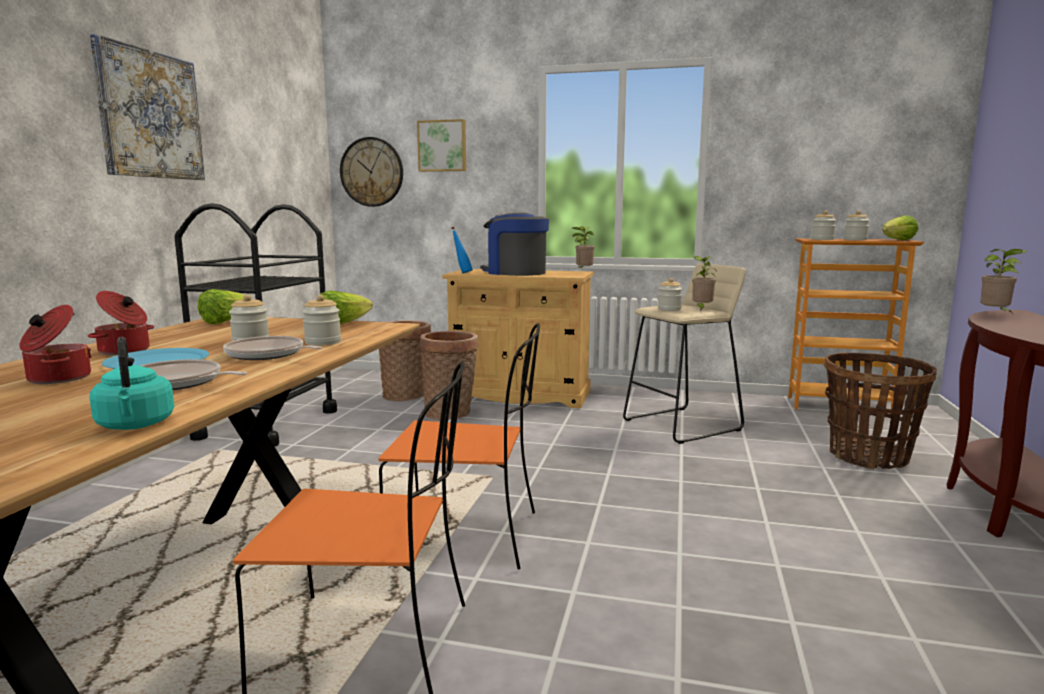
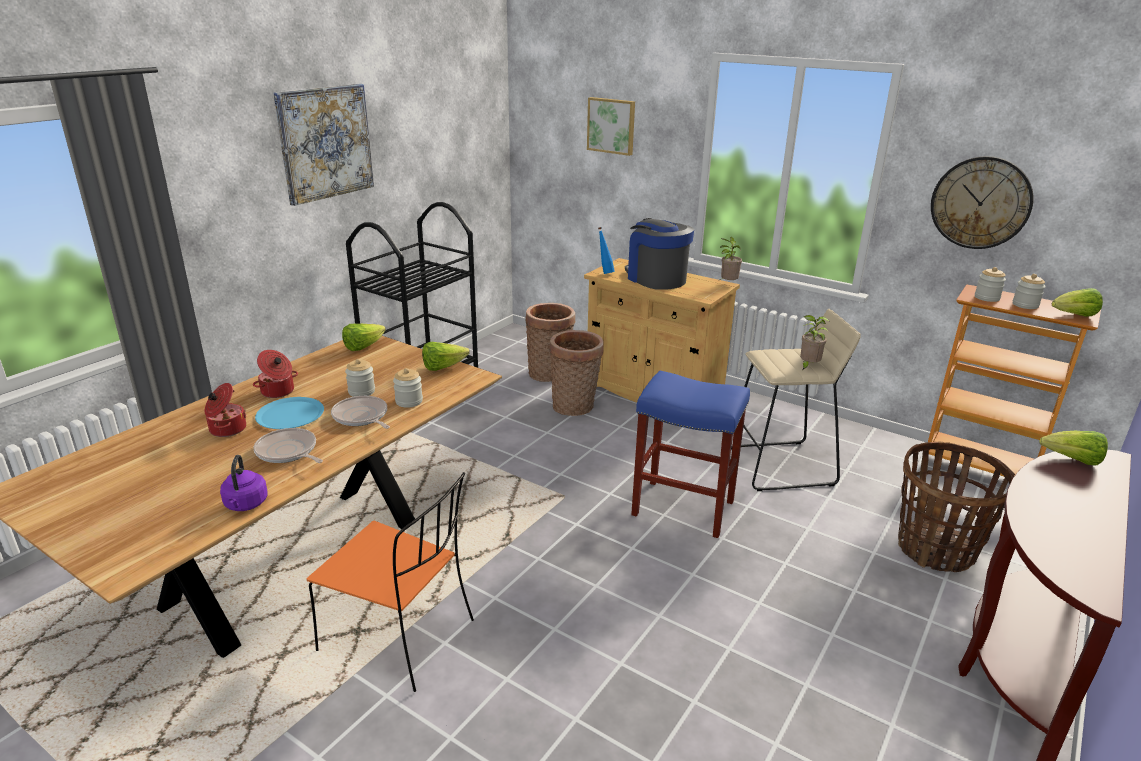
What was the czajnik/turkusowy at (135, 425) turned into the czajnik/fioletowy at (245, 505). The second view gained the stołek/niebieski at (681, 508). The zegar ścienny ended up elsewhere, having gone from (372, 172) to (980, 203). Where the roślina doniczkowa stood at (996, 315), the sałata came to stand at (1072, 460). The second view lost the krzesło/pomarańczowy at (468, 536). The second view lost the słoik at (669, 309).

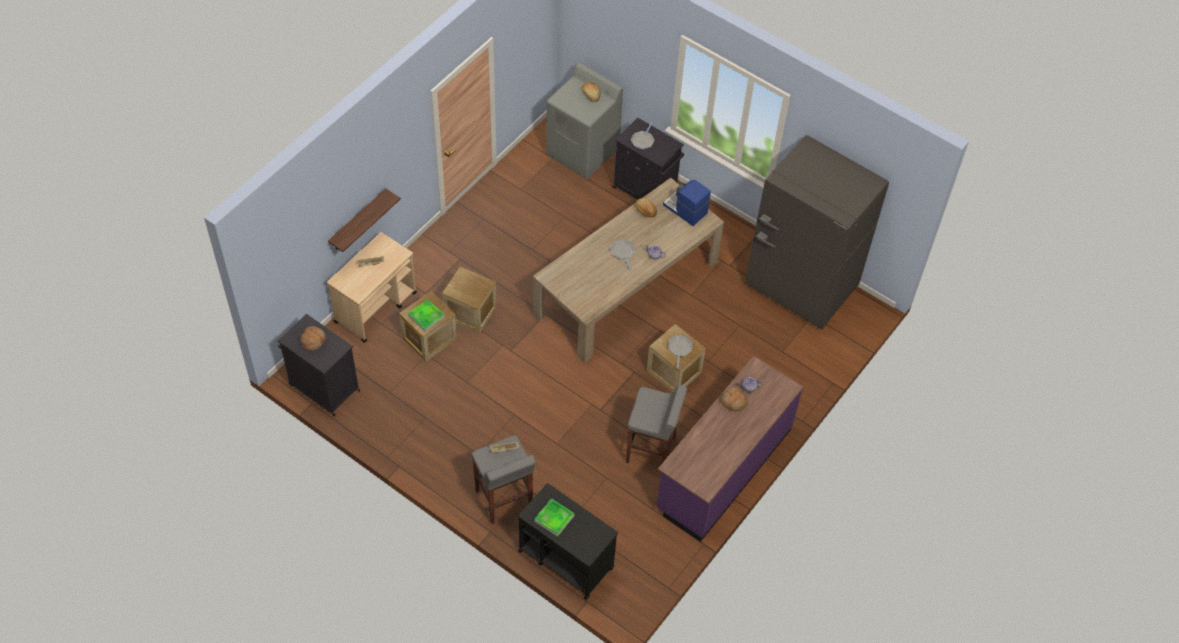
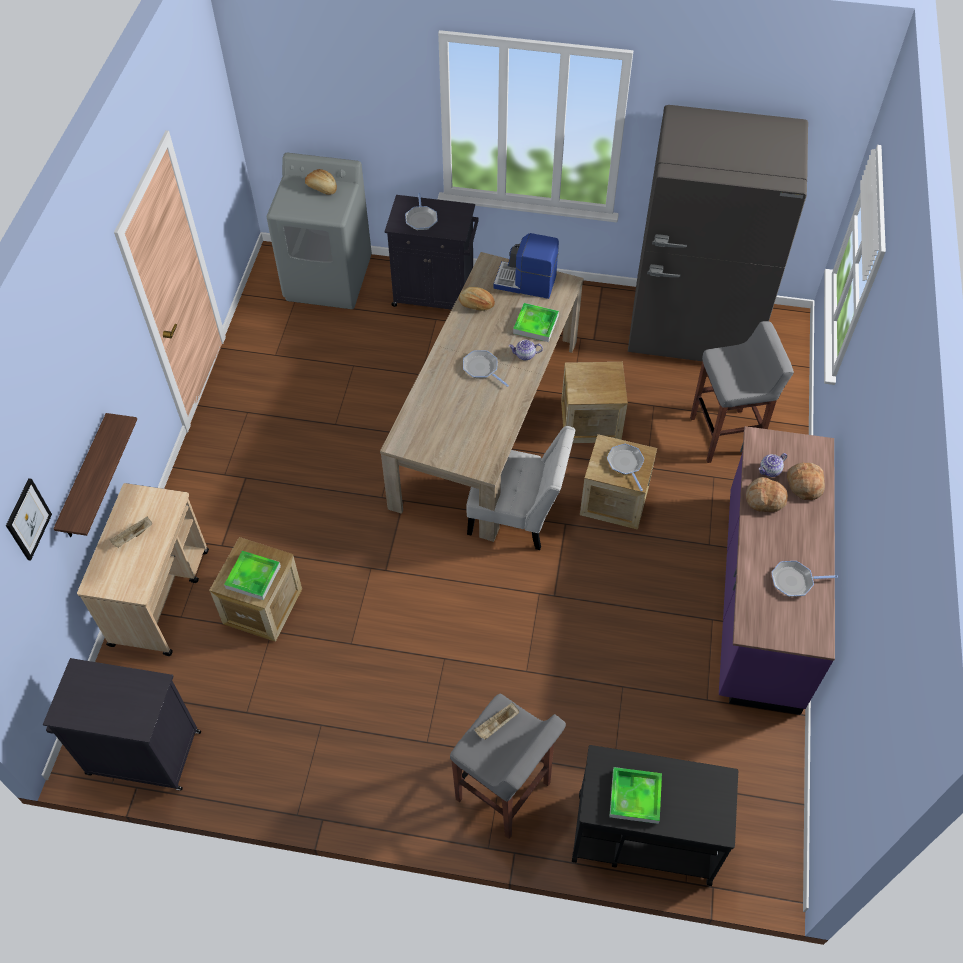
The second view gained the obraz at (28, 519). The second view gained the krzesło/biały at (517, 515). The second view gained the taca at (536, 324). The skrzynka ended up elsewhere, having gone from (470, 313) to (590, 422). The stołek/szary ended up elsewhere, having gone from (651, 450) to (725, 436). The second view gained the patelnia at (794, 581). The chleb ended up elsewhere, having gone from (313, 340) to (804, 484).

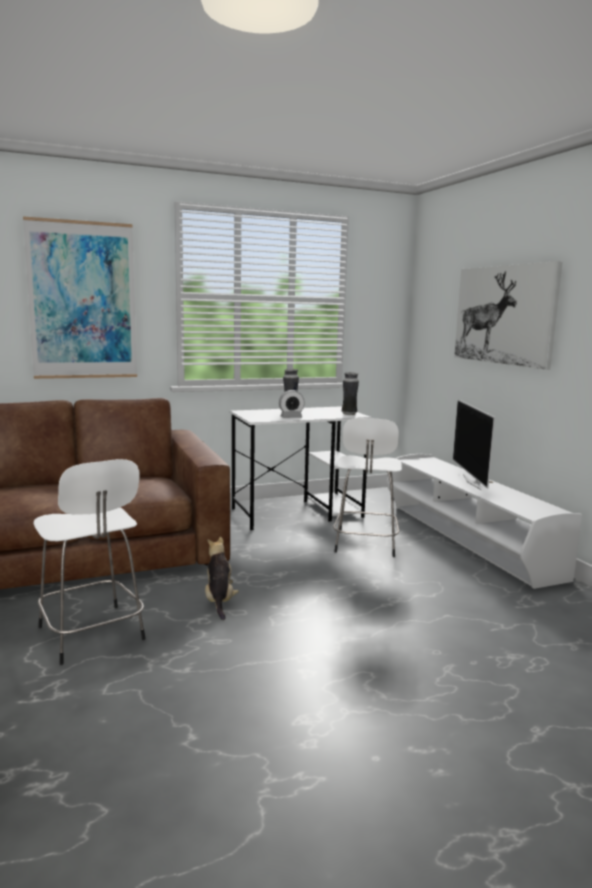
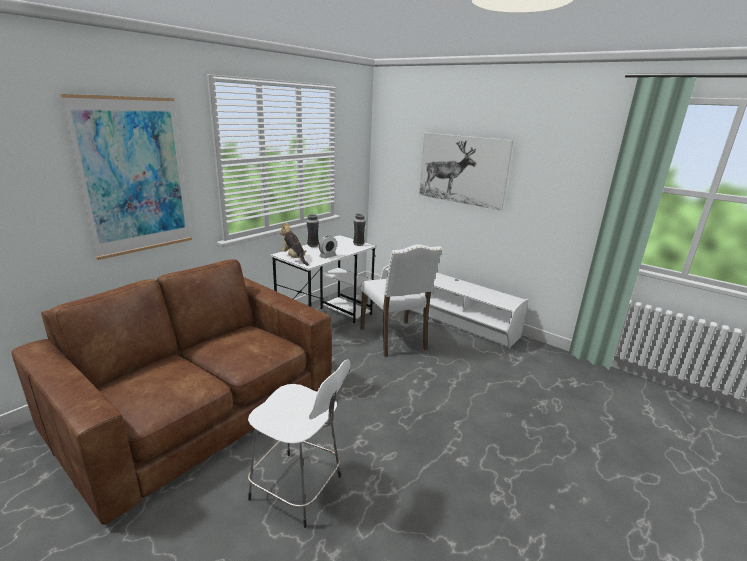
The pluszak ended up elsewhere, having gone from (219, 600) to (294, 258). Where the stołek/biały stood at (365, 545), the krzesło/biały came to stand at (395, 339). The second view lost the telewizor at (472, 482).

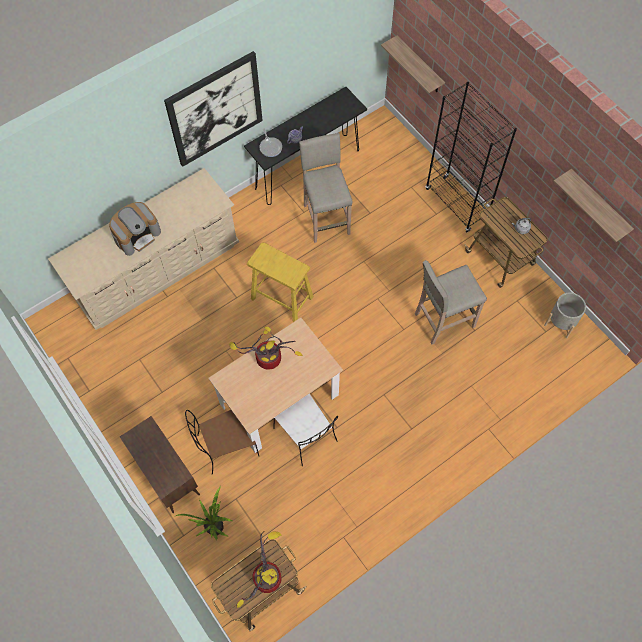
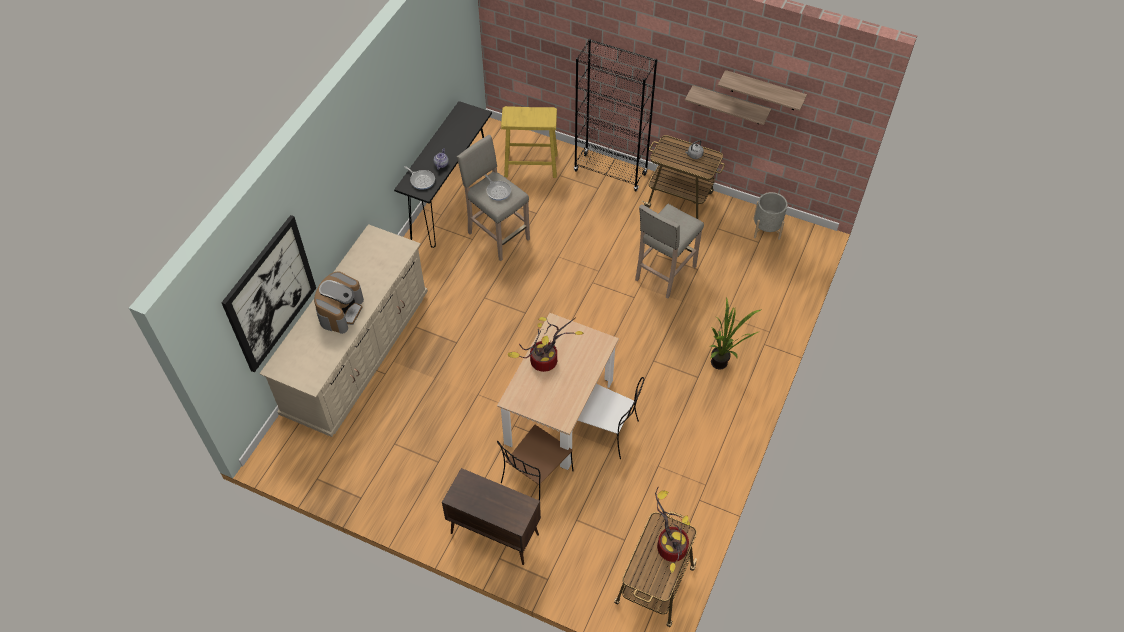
The obraz ended up elsewhere, having gone from (215, 109) to (270, 294). The second view gained the patelnia at (498, 191). The stołek/żółty ended up elsewhere, having gone from (282, 298) to (531, 165). The półka ended up elsewhere, having gone from (419, 66) to (730, 105). The roślina doniczkowa ended up elsewhere, having gone from (217, 531) to (723, 364).

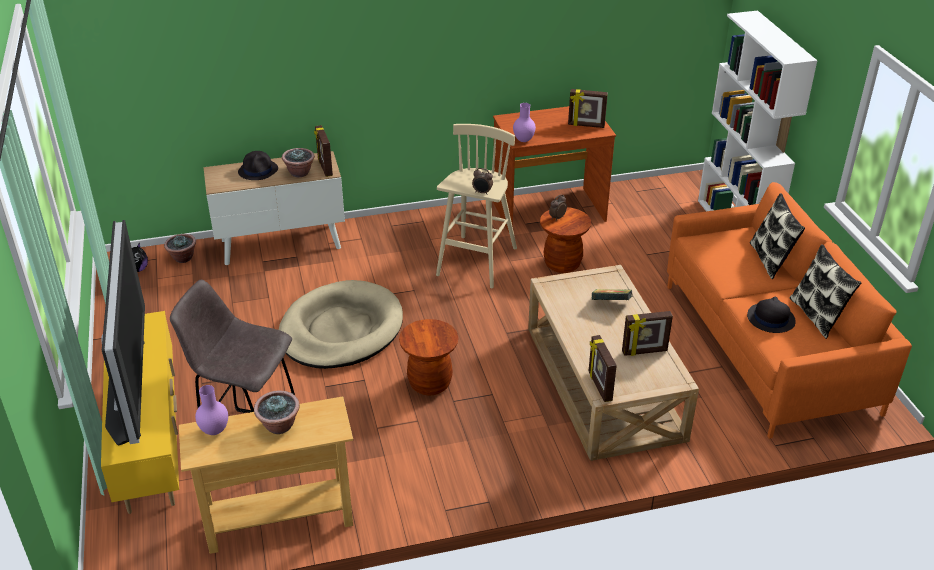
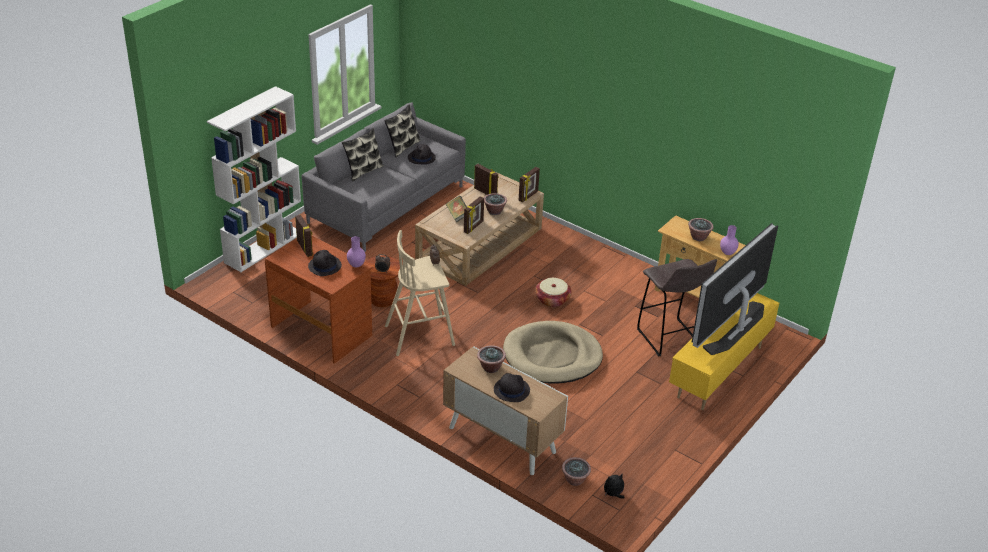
What was the kanapa/pomarańczowy at (767, 347) turned into the kanapa/szary at (386, 204). The second view gained the kapelusz/czarny at (324, 266). The ramka na zdjęcie ended up elsewhere, having gone from (324, 167) to (474, 227). The second view gained the roślina doniczkowa at (494, 211). Where the stołek/brązowy stood at (430, 383), the koszyk came to stand at (552, 300).

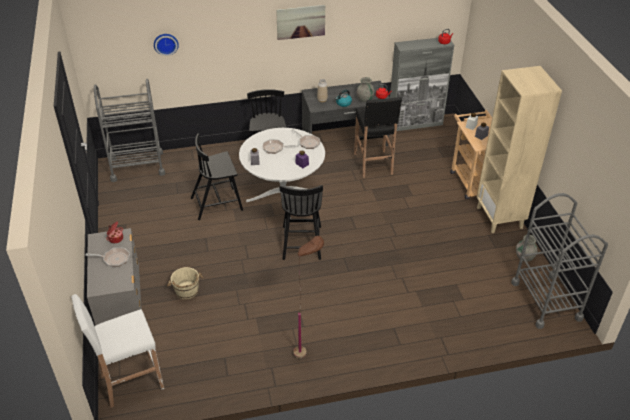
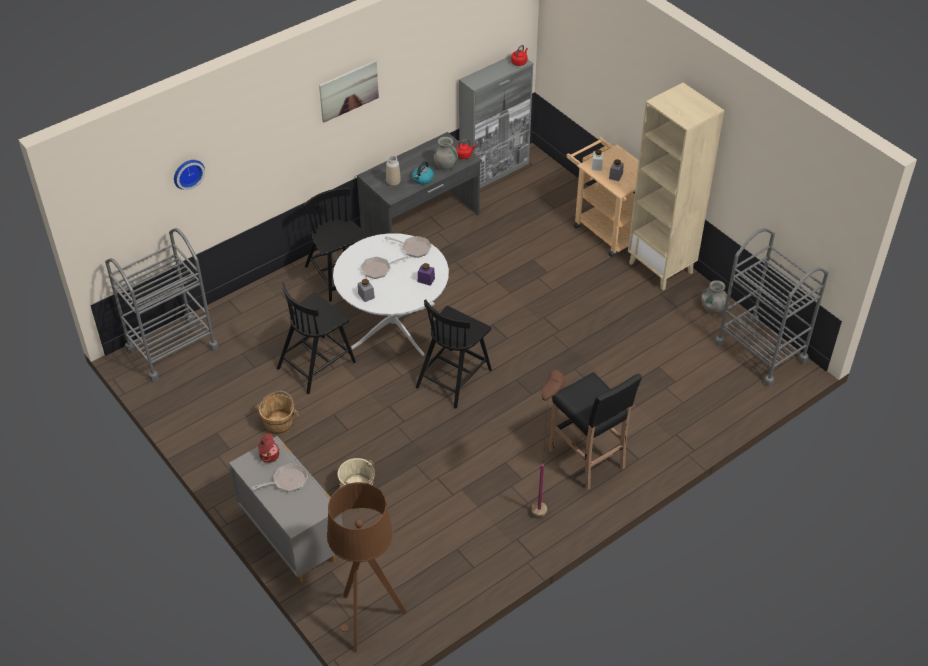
The second view gained the wiadro/brązowy at (279, 423). Where the stołek/biały stood at (130, 382), the lampa stojąca/brązowy came to stand at (368, 619). The krzesło/czarny at (301, 241) ended up facing another way, 60 degrees clockwise from before. The stołek/czarny ended up elsewhere, having gone from (373, 164) to (588, 459).

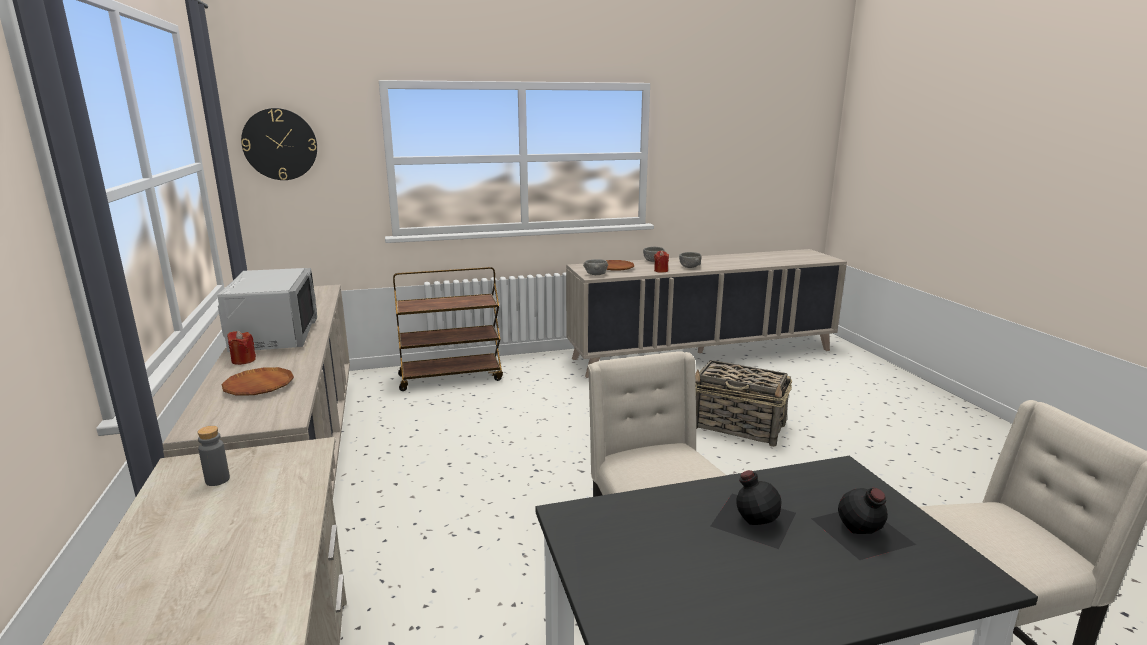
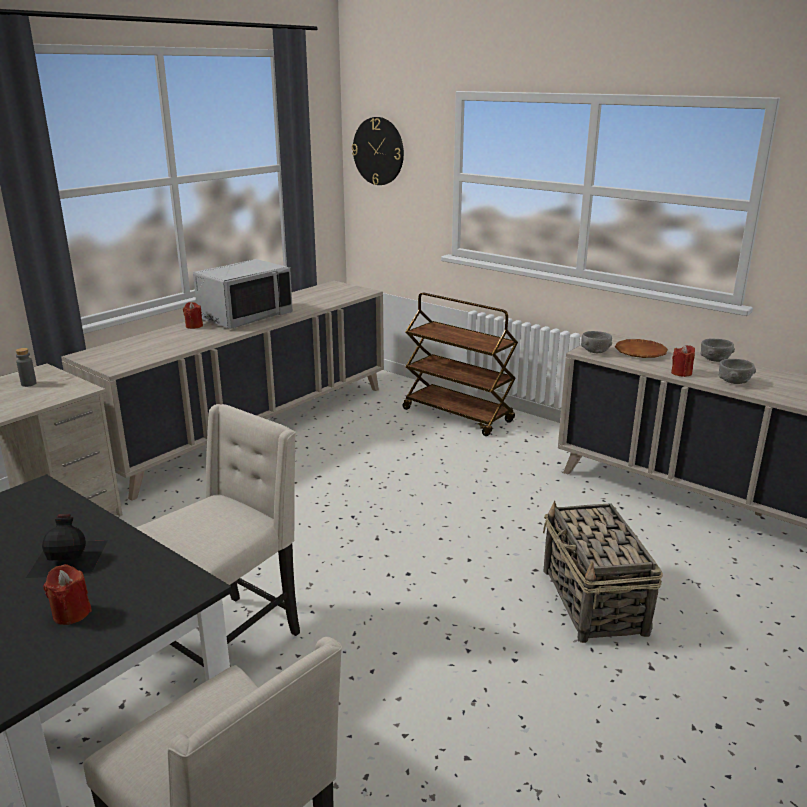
Where the butelka/czarny stood at (861, 532), the świeca/czerwony came to stand at (71, 613). The second view lost the talerz/brązowy at (259, 386).

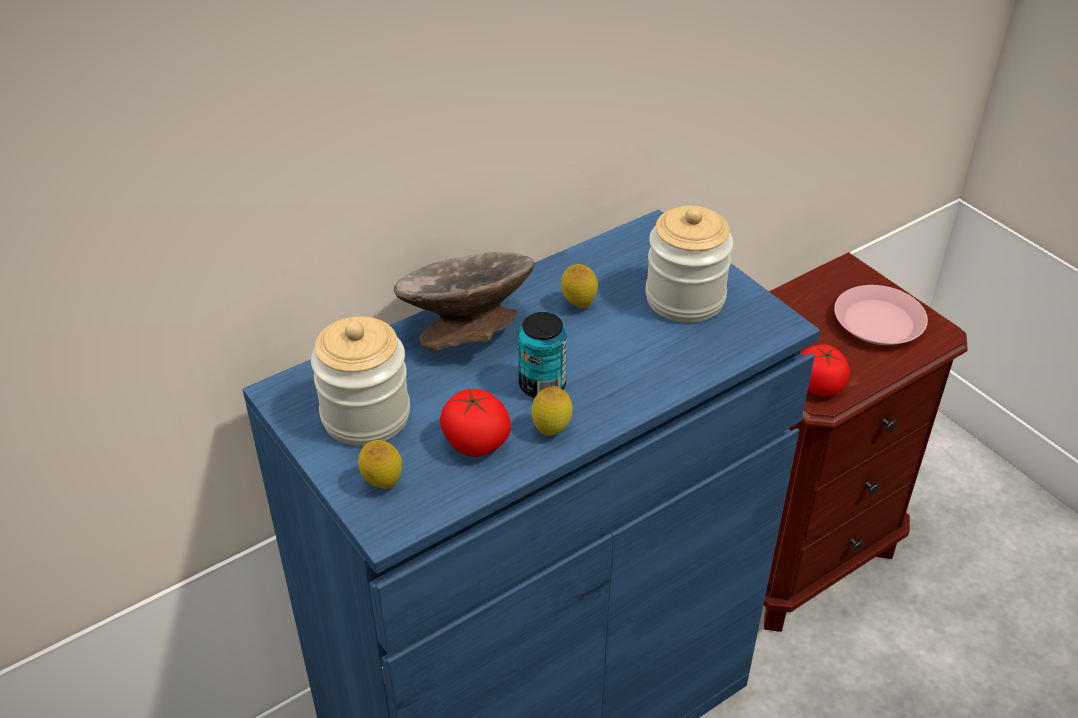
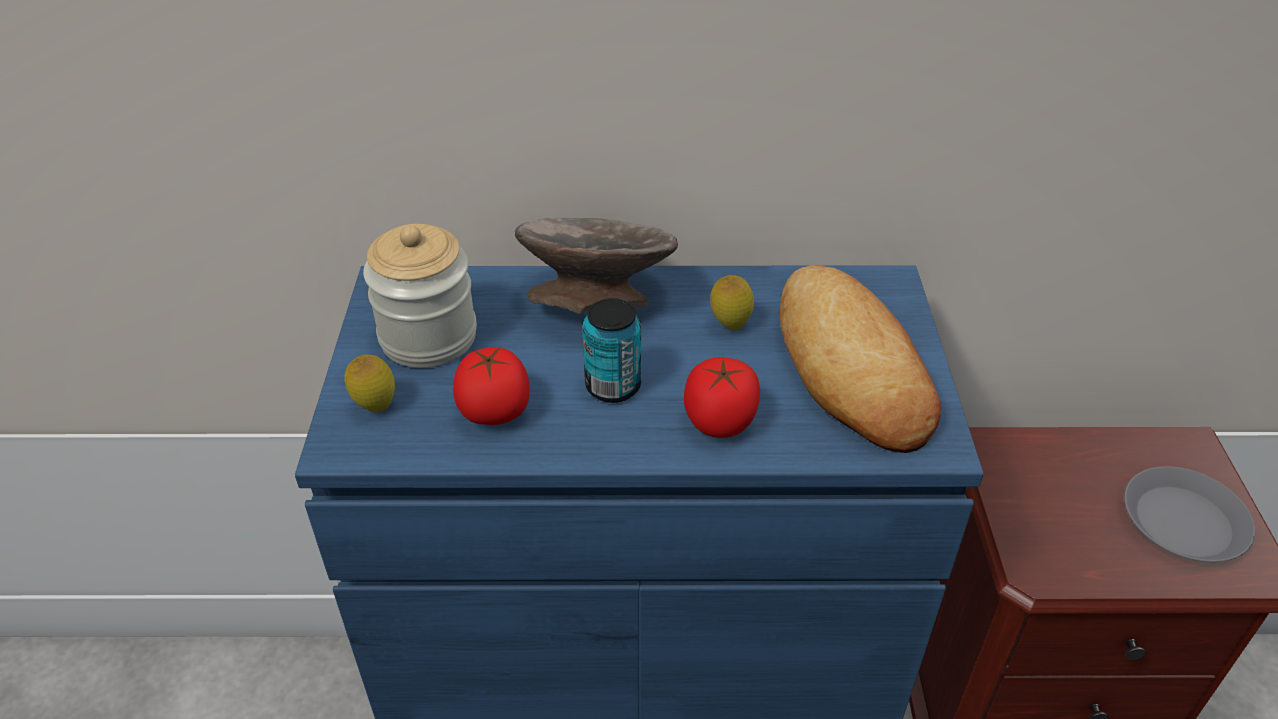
The pomidor ended up elsewhere, having gone from (819, 386) to (720, 420). Where the słoik stood at (685, 298), the chleb came to stand at (851, 368). What was the talerz/różowy at (879, 322) turned into the talerz/szary at (1184, 522). The second view lost the cytryna at (551, 431).

